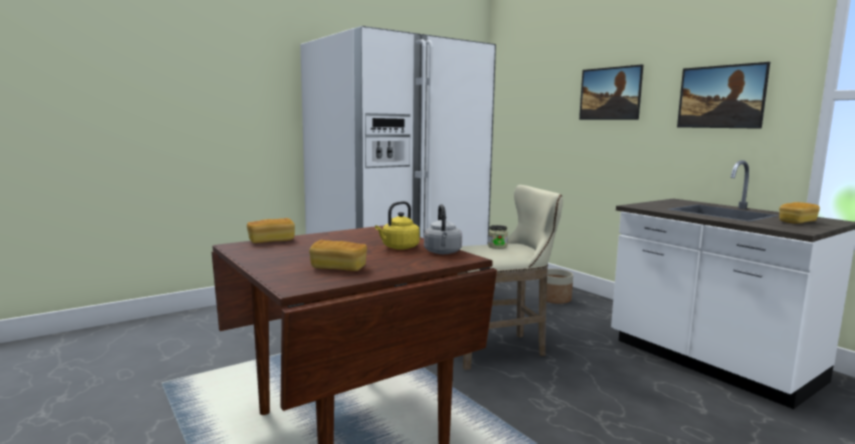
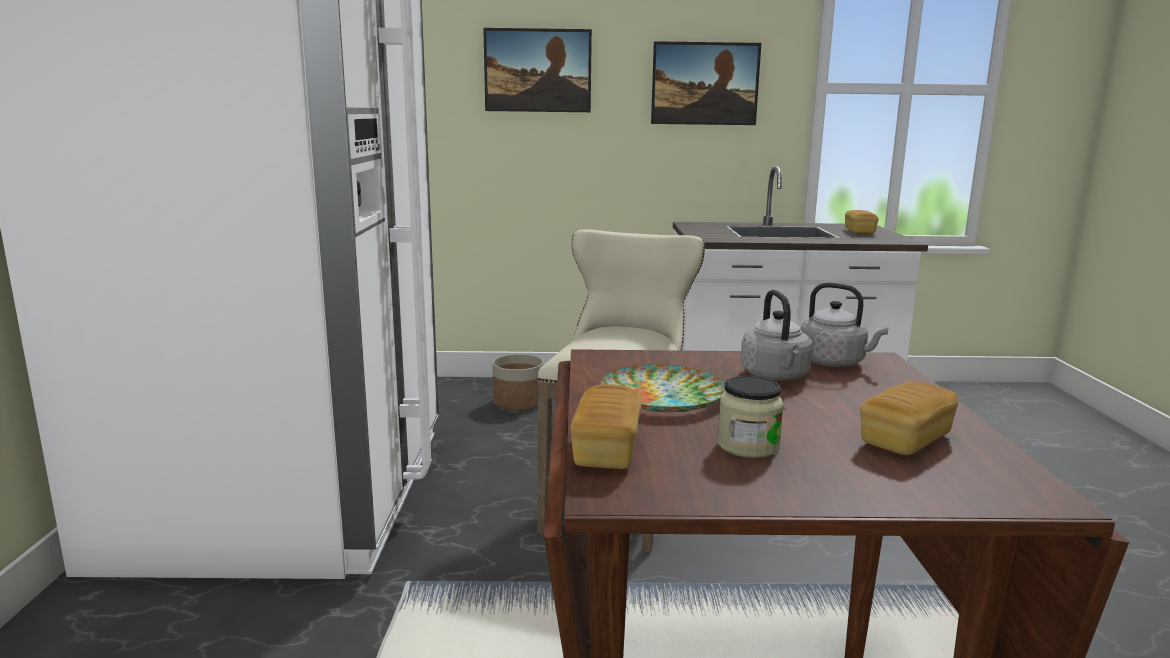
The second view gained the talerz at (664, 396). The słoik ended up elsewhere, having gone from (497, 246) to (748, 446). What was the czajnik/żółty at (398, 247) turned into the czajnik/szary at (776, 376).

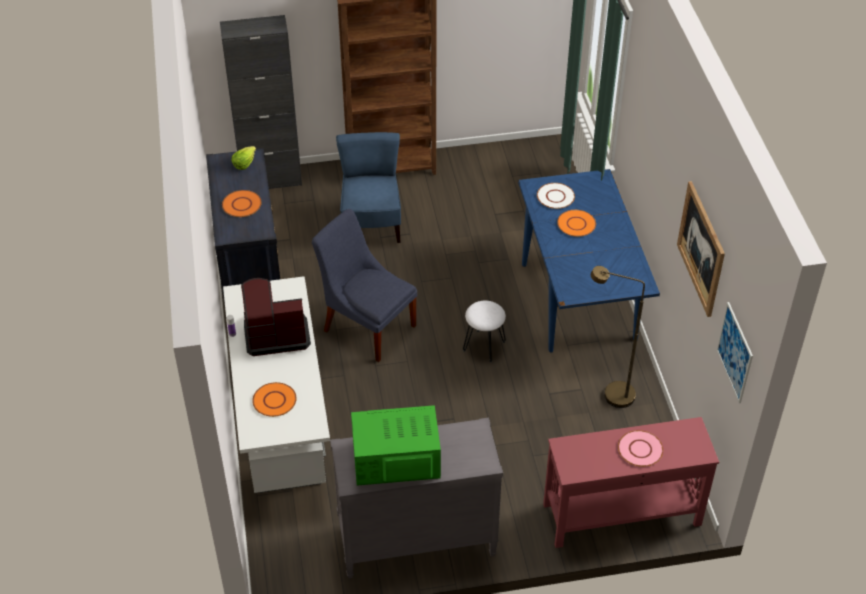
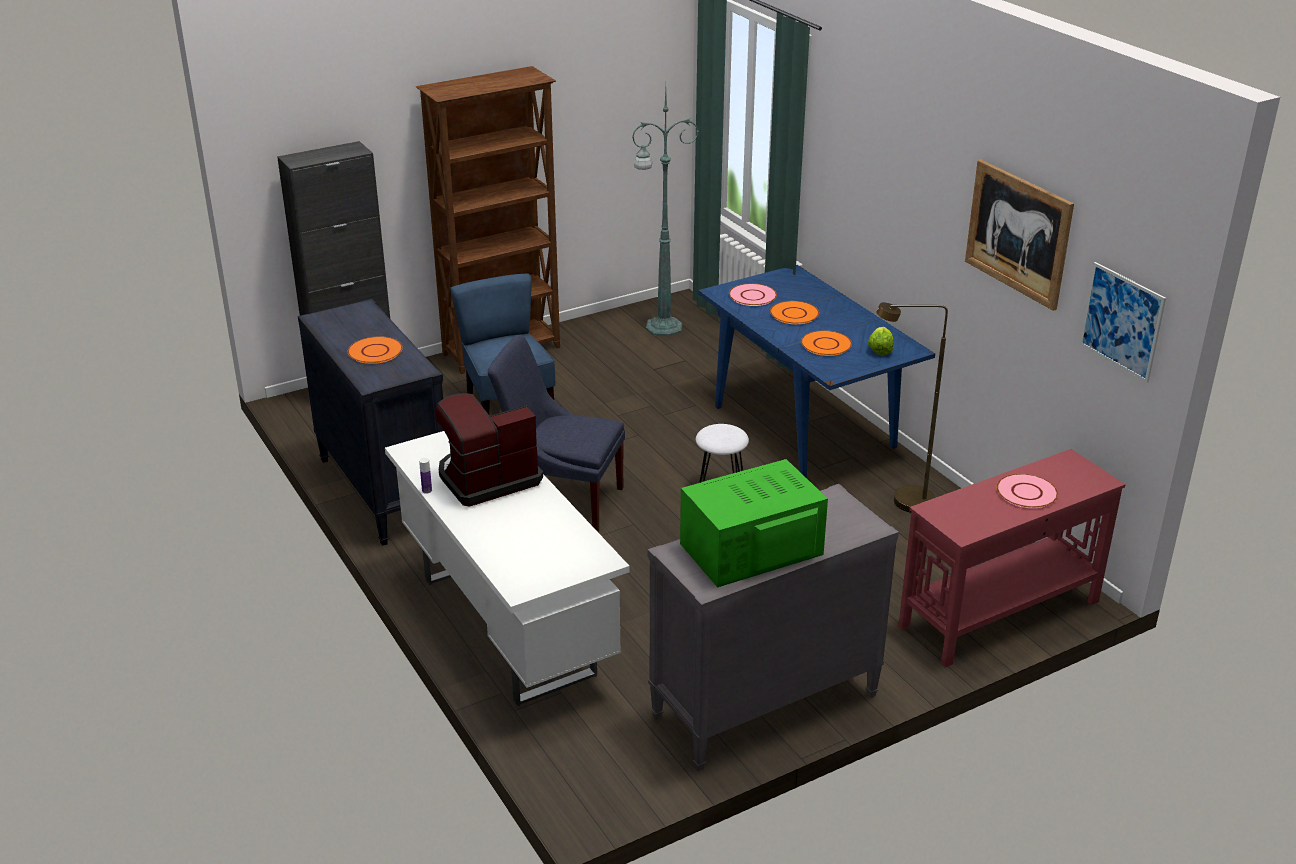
The second view gained the lampa stojąca/zielony at (661, 327). What was the talerz/biały at (555, 196) turned into the talerz/różowy at (753, 296). The talerz/pomarańczowy ended up elsewhere, having gone from (274, 400) to (826, 344). The sałata ended up elsewhere, having gone from (244, 163) to (880, 349).

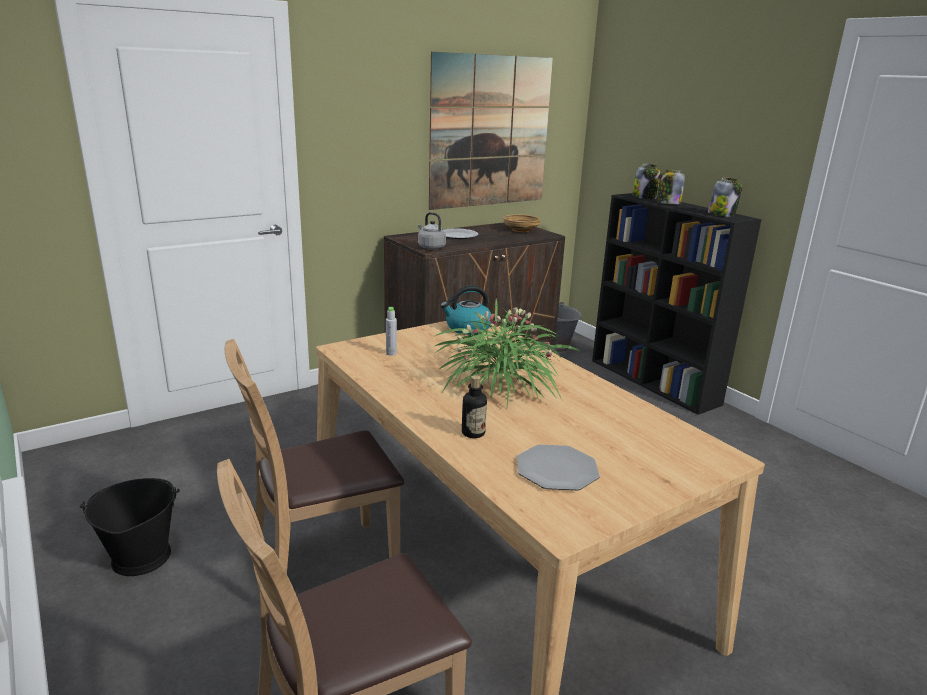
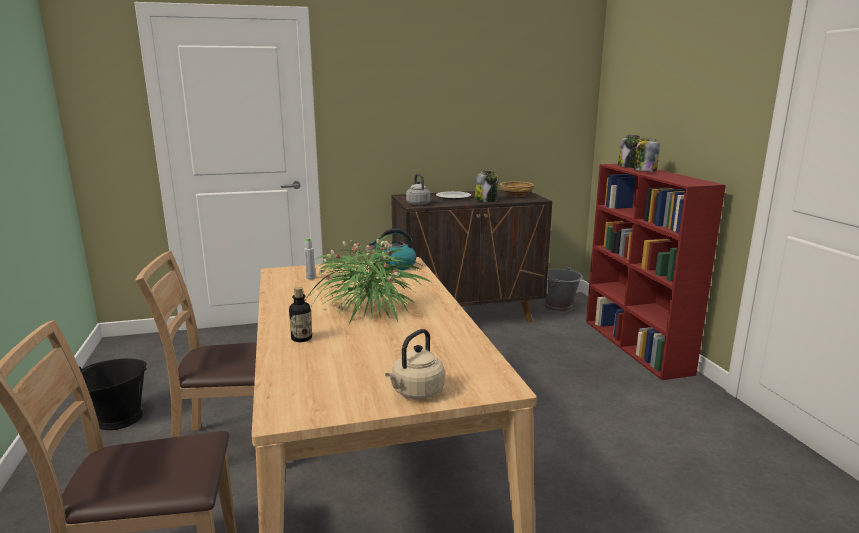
The second view gained the czajnik/beżowy at (416, 392). The słoik ended up elsewhere, having gone from (721, 214) to (486, 200). What was the regał/czarny at (654, 382) turned into the regał/czerwony at (636, 346). The second view lost the obraz at (490, 132). The second view lost the talerz at (557, 469).

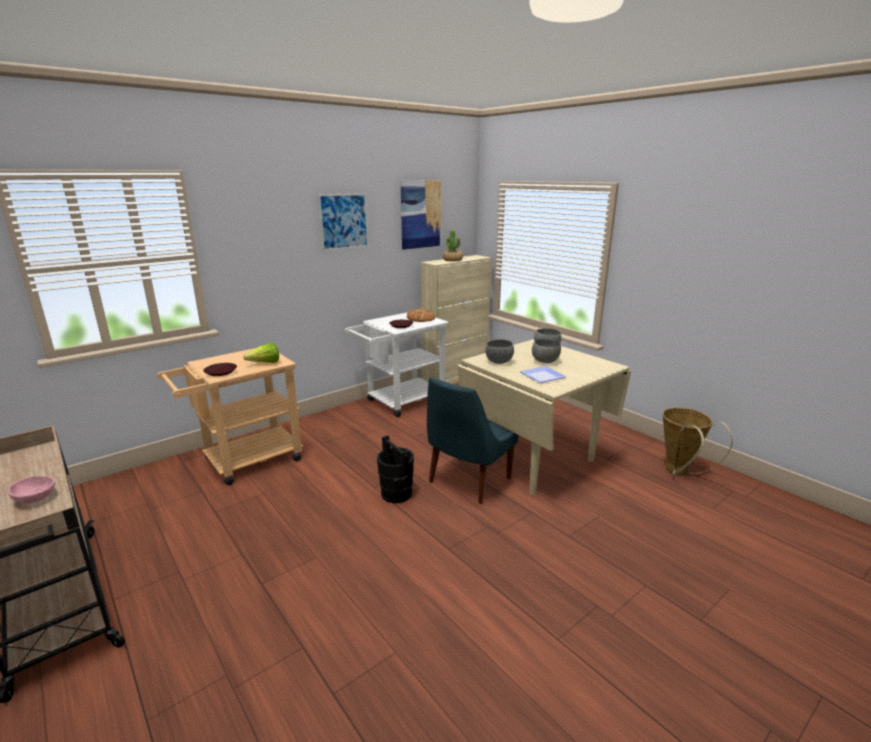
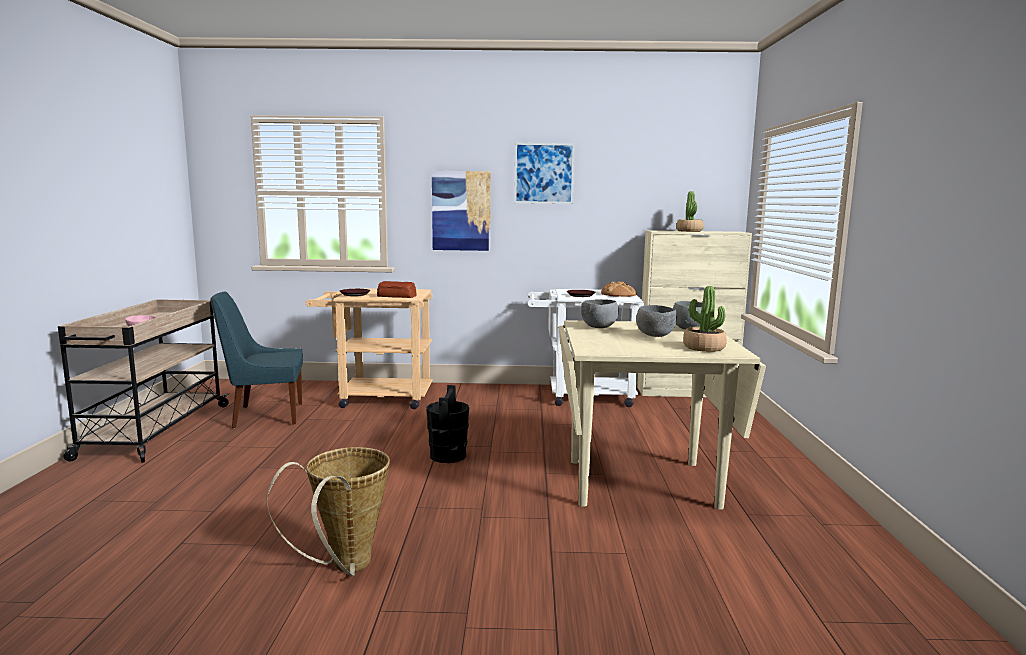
The krzesło/niebieski ended up elsewhere, having gone from (467, 481) to (265, 415). The koszyk ended up elsewhere, having gone from (679, 473) to (345, 568). Where the sałata stood at (265, 363), the chleb came to stand at (397, 296). The obraz ended up elsewhere, having gone from (420, 214) to (461, 211). The second view gained the roślina doniczkowa at (703, 348). The second view lost the talerz at (542, 375).

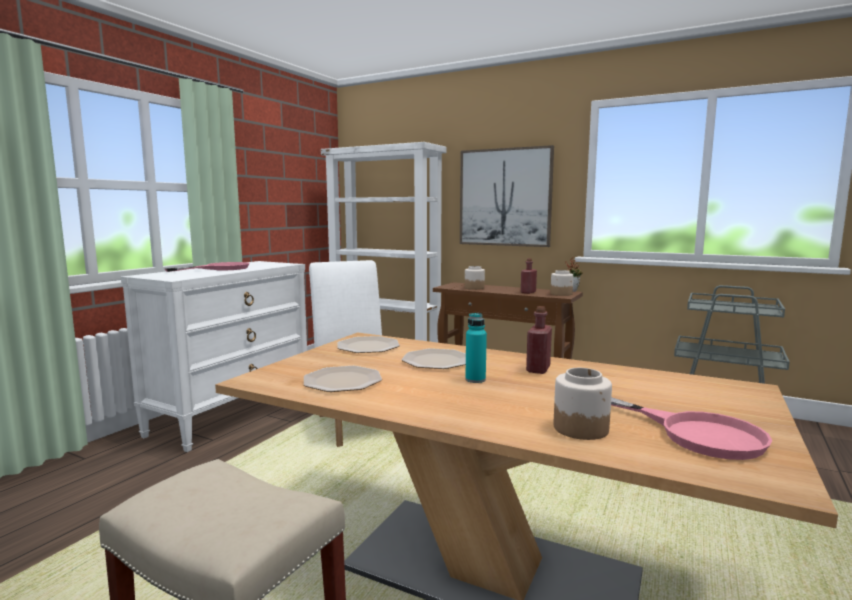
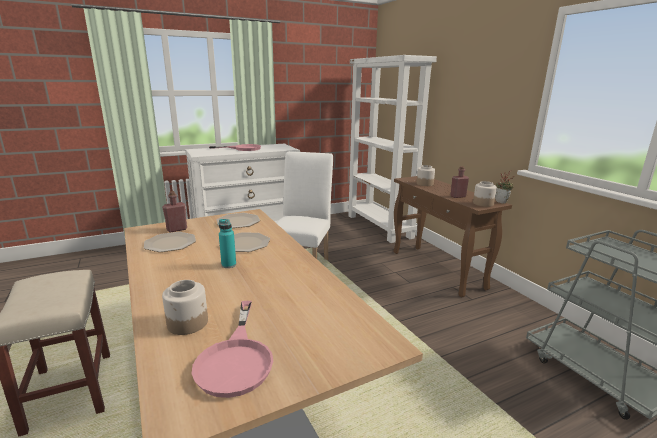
The butelka/czerwony ended up elsewhere, having gone from (538, 369) to (177, 229). The second view lost the obraz at (505, 197).

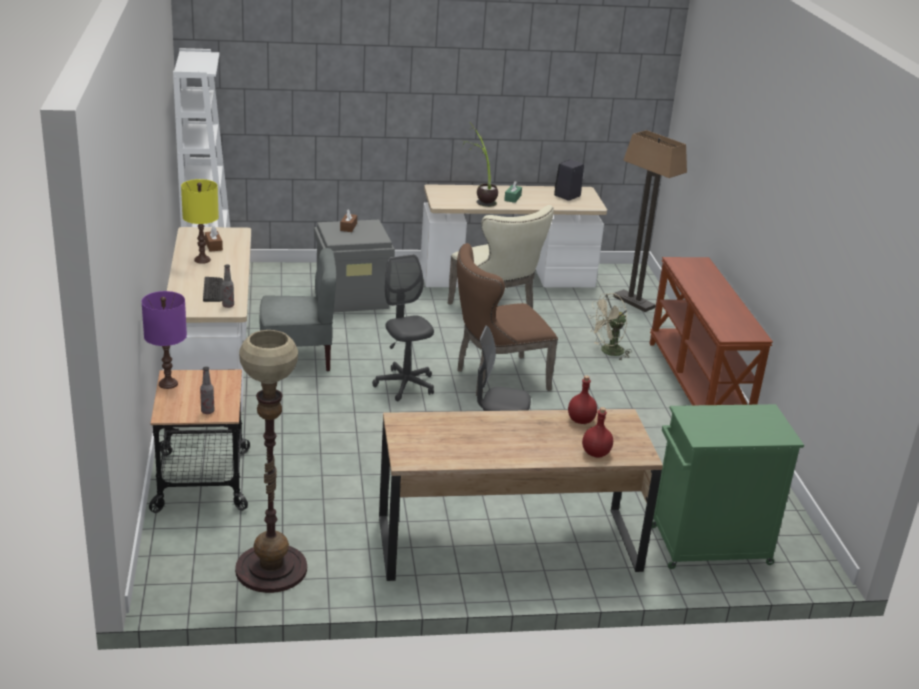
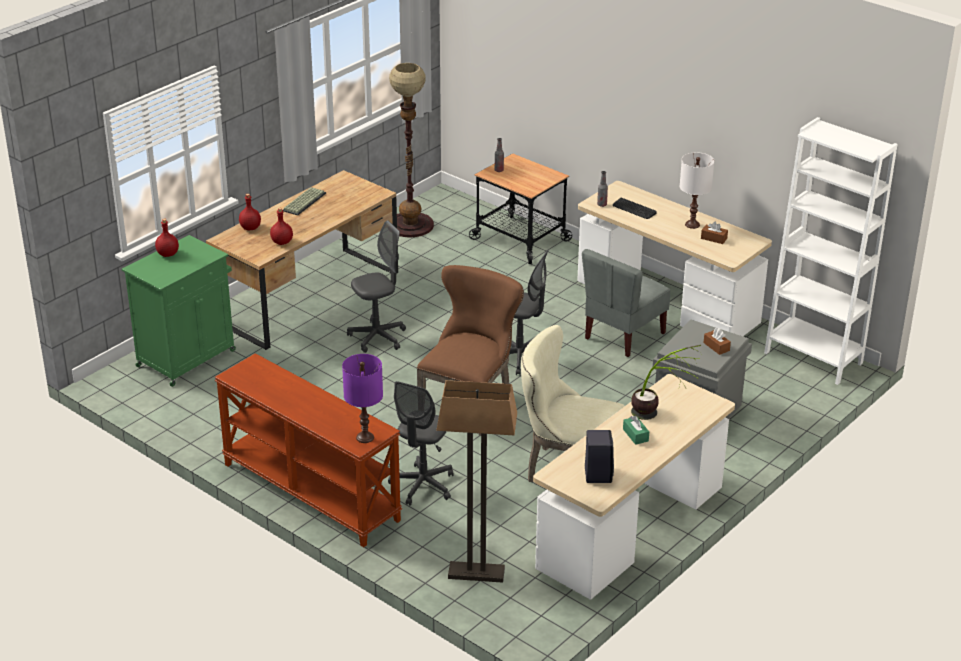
The second view gained the butelka/czerwony at (168, 254). The second view gained the klawiatura at (304, 201). The lampa stołowa/fioletowy ended up elsewhere, having gone from (168, 384) to (365, 437). Where the wentylator/beżowy stood at (608, 352), the krzesło biurowe/szary came to stand at (422, 485). What was the lampa stołowa/żółty at (202, 260) turned into the lampa stołowa/biały at (692, 225).

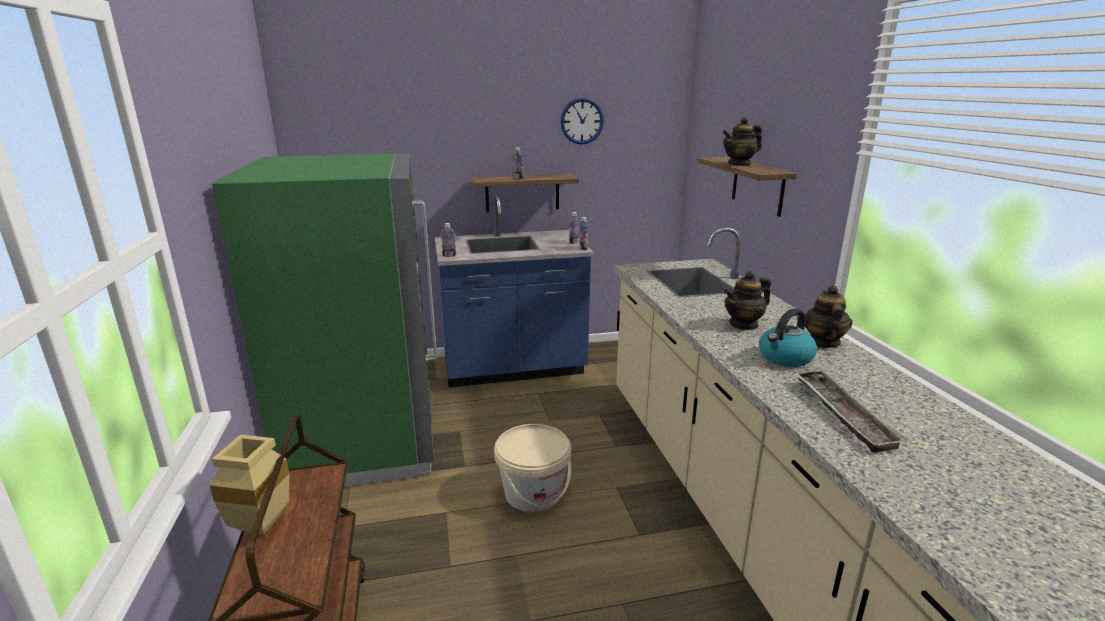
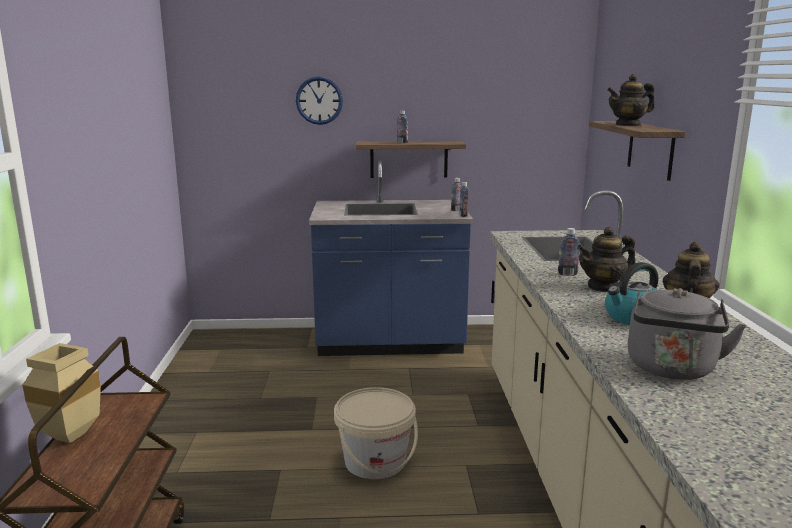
The zegar ścienny ended up elsewhere, having gone from (582, 121) to (319, 100). The butelka ended up elsewhere, having gone from (449, 256) to (567, 274). Where the taca stood at (842, 414), the czajnik/szary came to stand at (672, 370). The second view lost the lodówka/zielony at (365, 437).

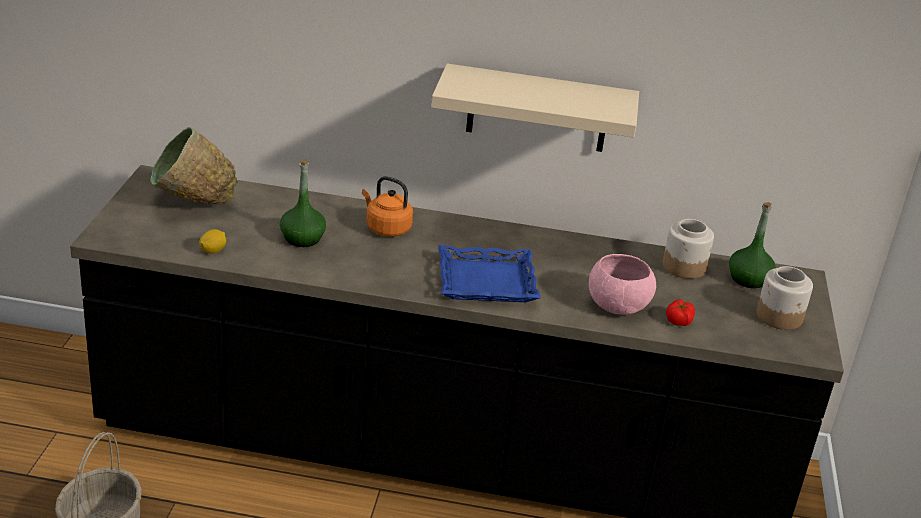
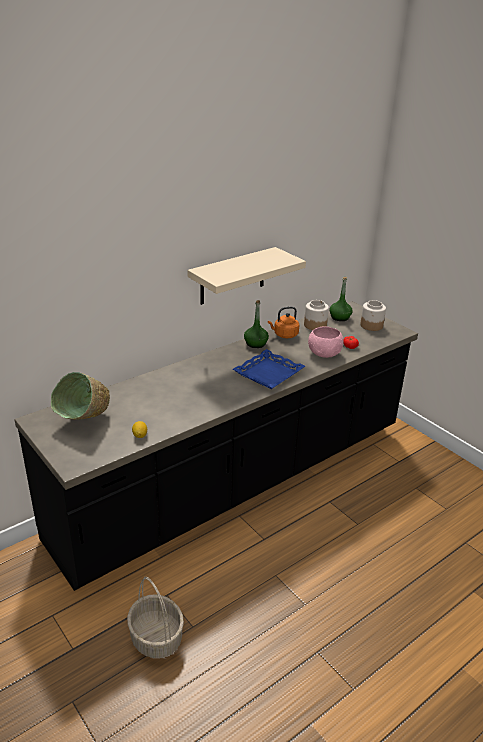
The butelka/zielony ended up elsewhere, having gone from (302, 238) to (255, 344). The czajnik/pomarańczowy ended up elsewhere, having gone from (386, 228) to (284, 335).

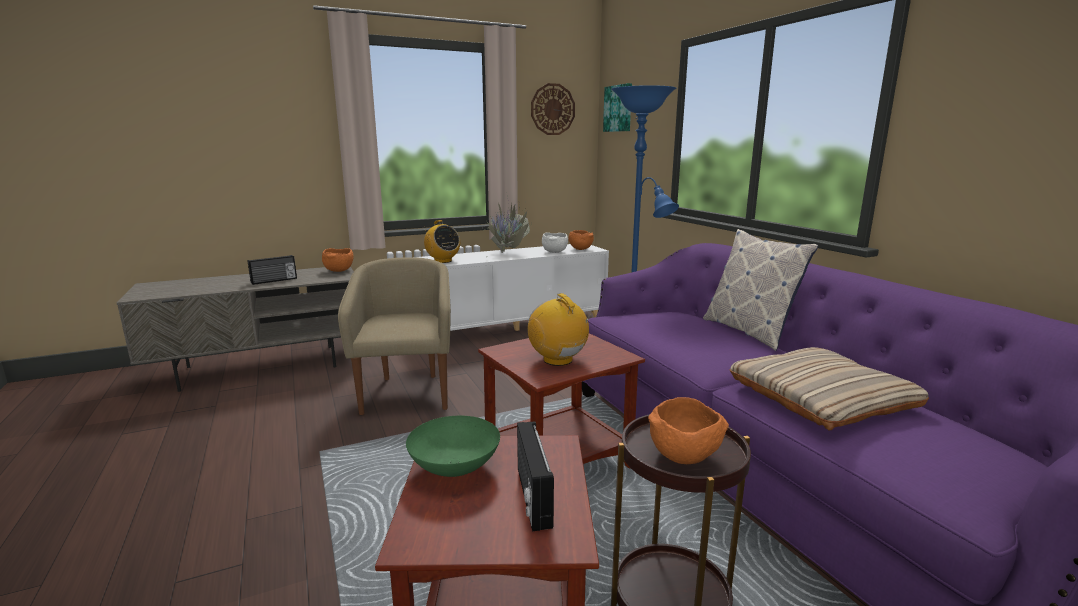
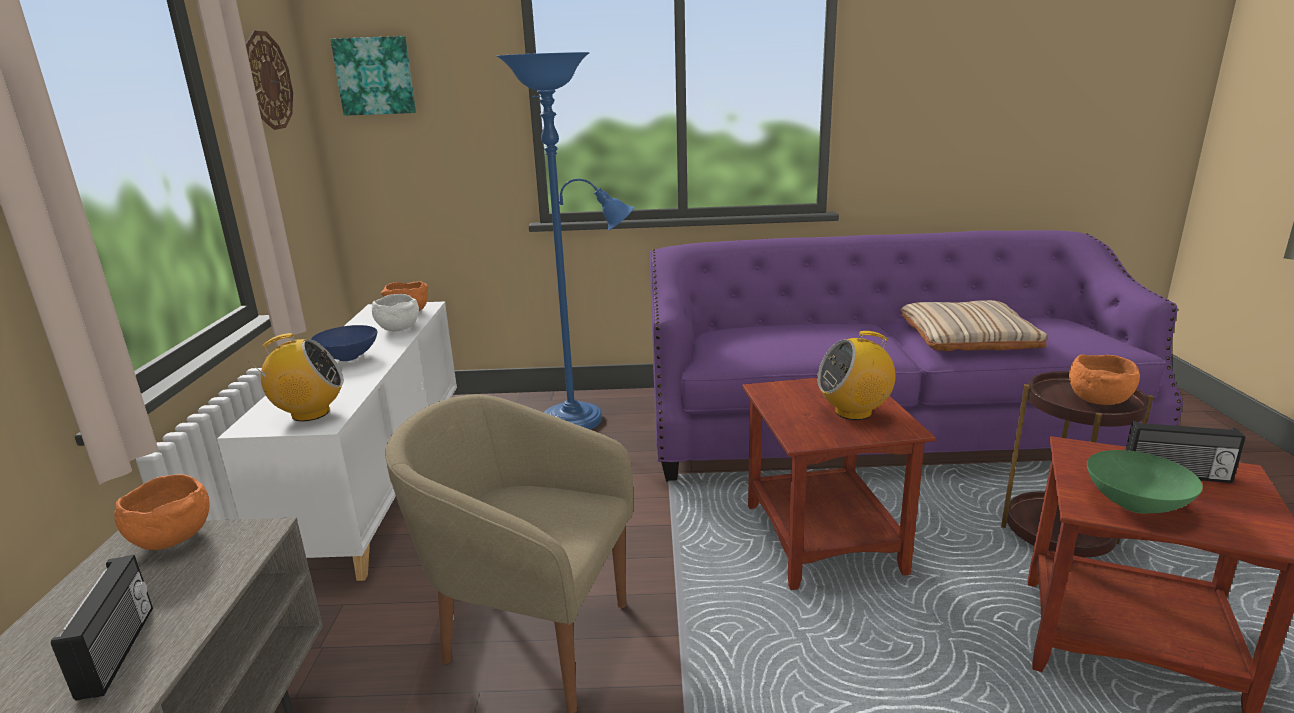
Where the roślina doniczkowa stood at (508, 253), the miska/niebieski came to stand at (348, 358). The second view lost the poduszka at (749, 331).

